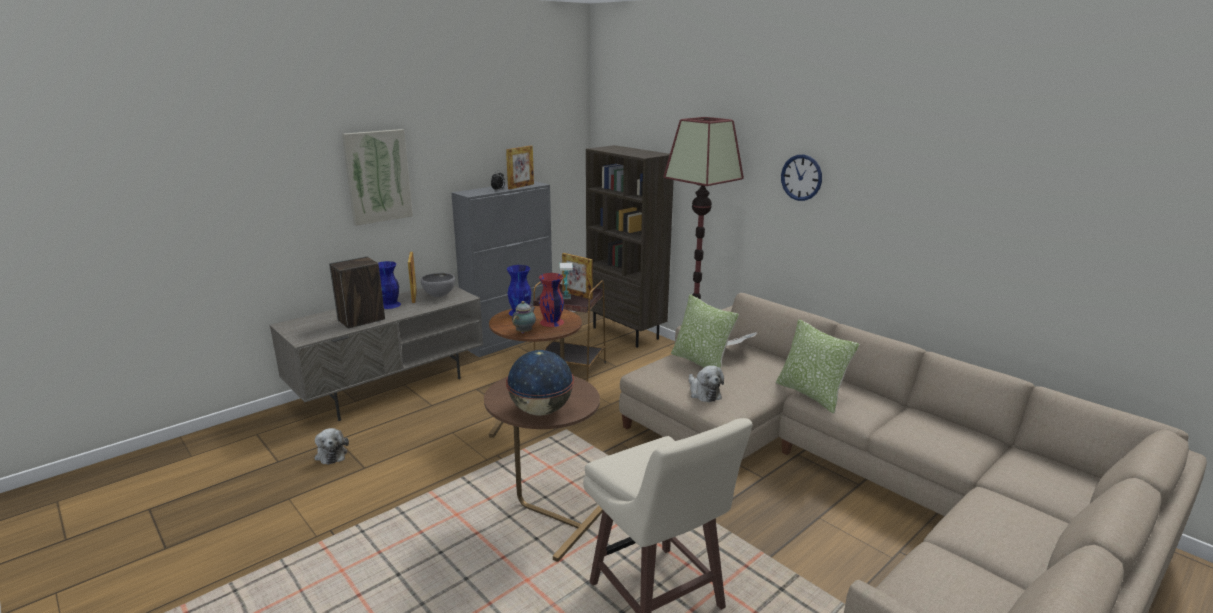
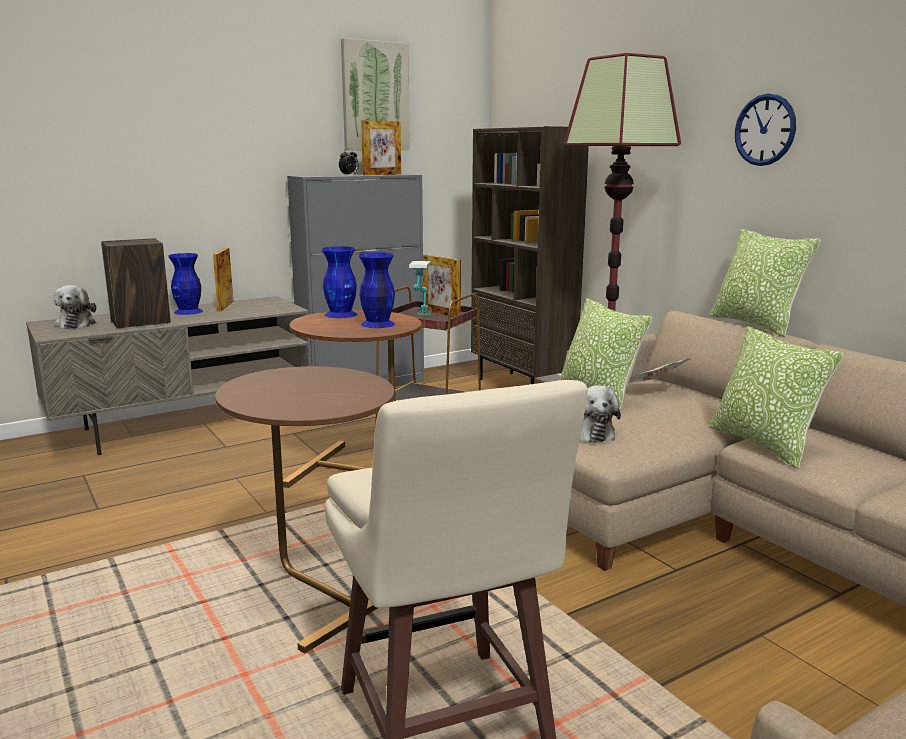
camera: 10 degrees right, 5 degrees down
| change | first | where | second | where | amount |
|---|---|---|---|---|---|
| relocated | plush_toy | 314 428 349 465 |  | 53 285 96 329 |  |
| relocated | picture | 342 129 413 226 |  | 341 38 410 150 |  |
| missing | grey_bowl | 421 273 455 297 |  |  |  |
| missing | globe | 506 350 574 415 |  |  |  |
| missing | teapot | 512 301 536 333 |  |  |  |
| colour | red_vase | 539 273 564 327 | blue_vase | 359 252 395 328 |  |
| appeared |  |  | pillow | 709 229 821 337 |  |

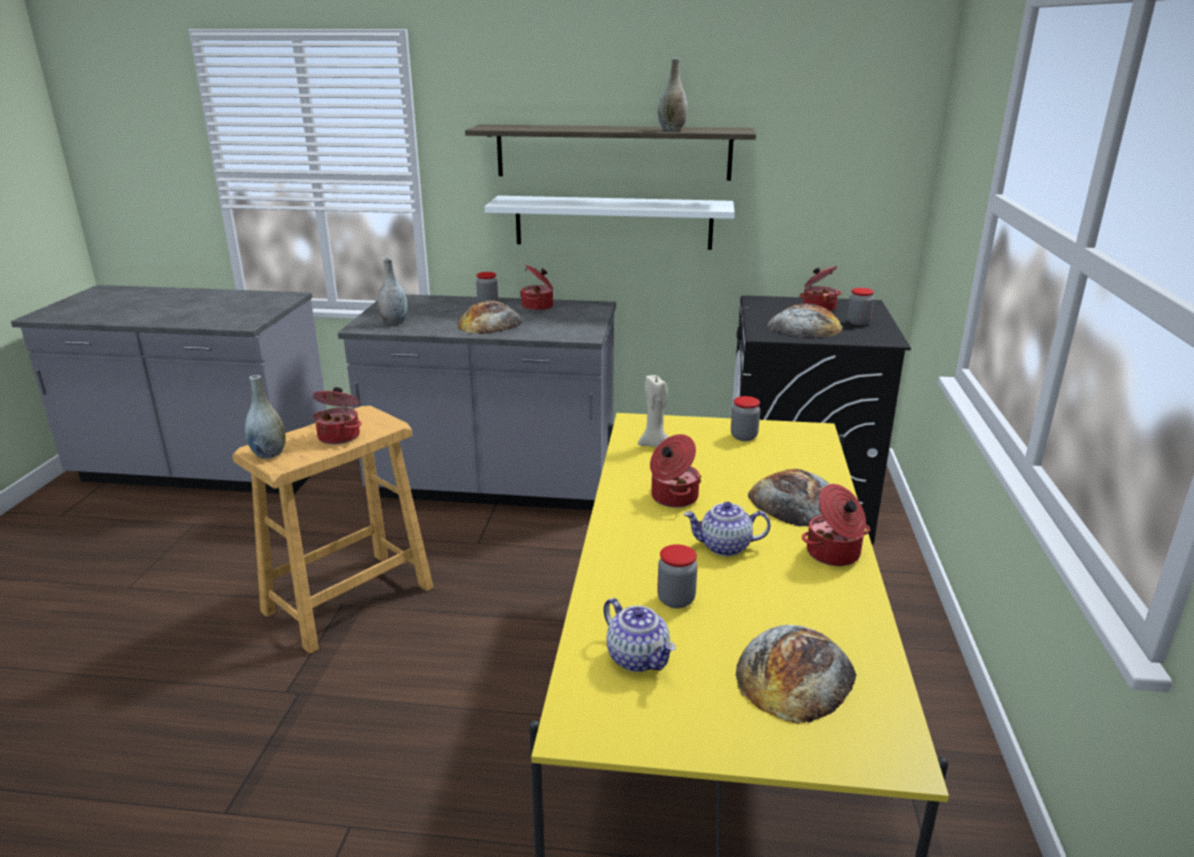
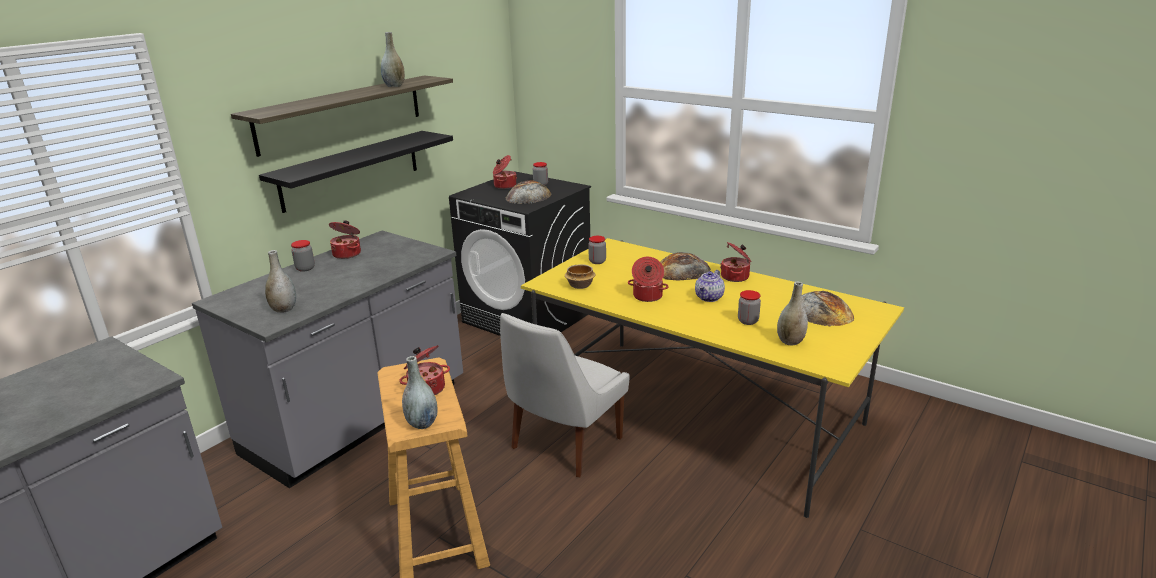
camera: 60 degrees left, 0 degrees up
| change | first | where | second | where | amount |
|---|---|---|---|---|---|
| missing | bread | 457 300 523 334 |  |  |  |
| colour | white_shelf | 485 196 735 250 | black_shelf | 259 131 453 213 |  |
| exchanged | teapot | 603 598 676 672 | grey_vase | 777 282 808 345 |  |
| exchanged | beige_candle | 638 375 669 448 | bowl | 565 264 596 289 |  |
| appeared |  |  | white_chair | 500 313 630 477 |  |

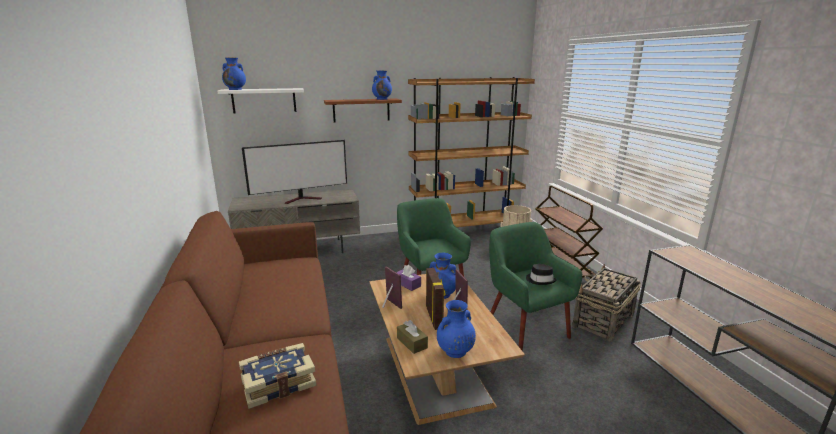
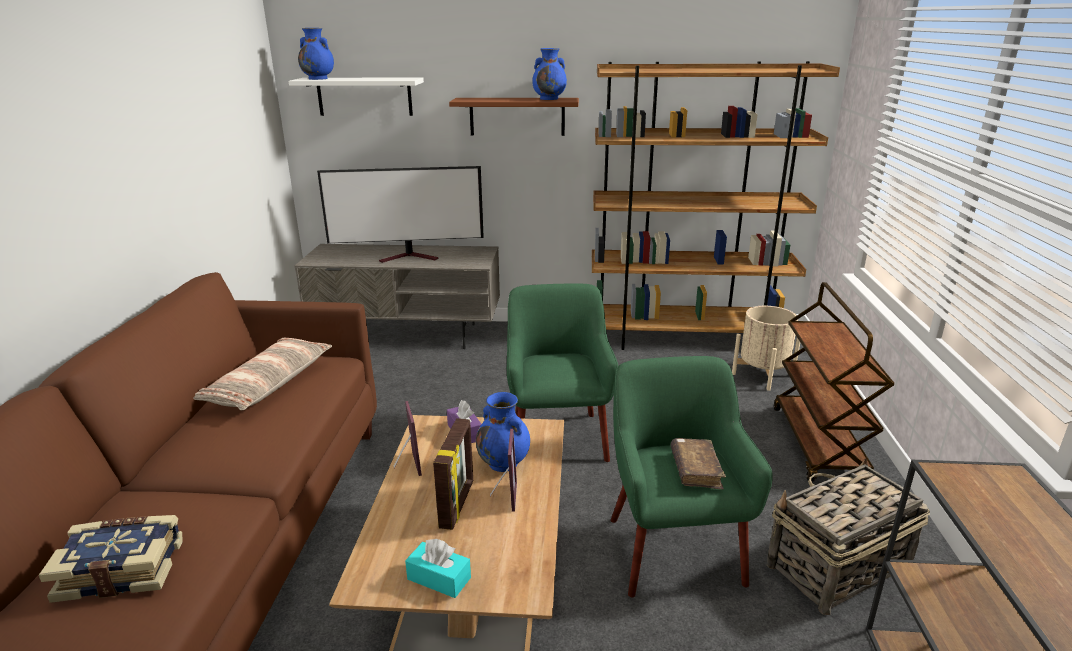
camera: 20 degrees right, 5 degrees up
| change | first | where | second | where | amount |
|---|---|---|---|---|---|
| missing | brown_tissue_box | 397 320 428 354 |  |  |  |
| exchanged | blue_vase | 437 300 476 358 | turquoise_tissue_box | 405 539 471 598 |  |
| exchanged | black_hat | 526 264 557 285 | brown_book | 671 438 726 489 |  |
| appeared |  |  | pillow | 193 338 332 410 |  |

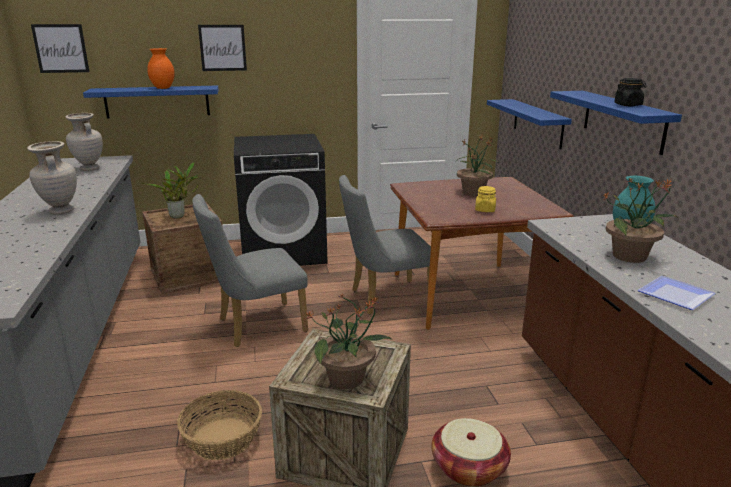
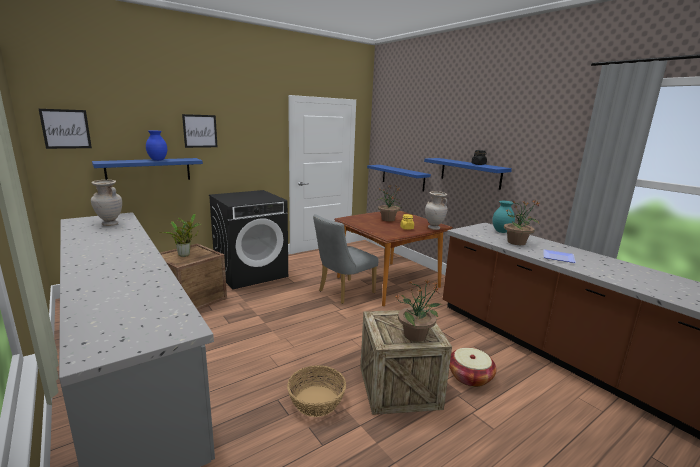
camera: 25 degrees left, 5 degrees down
| change | first | where | second | where | amount |
|---|---|---|---|---|---|
| relocated | beige_vase | 27 141 77 215 |  | 425 191 448 230 |  |
| colour | orange_vase | 147 48 175 89 | blue_vase | 146 131 167 161 |  |
| missing | grey_chair | 192 194 308 347 |  |  |  |

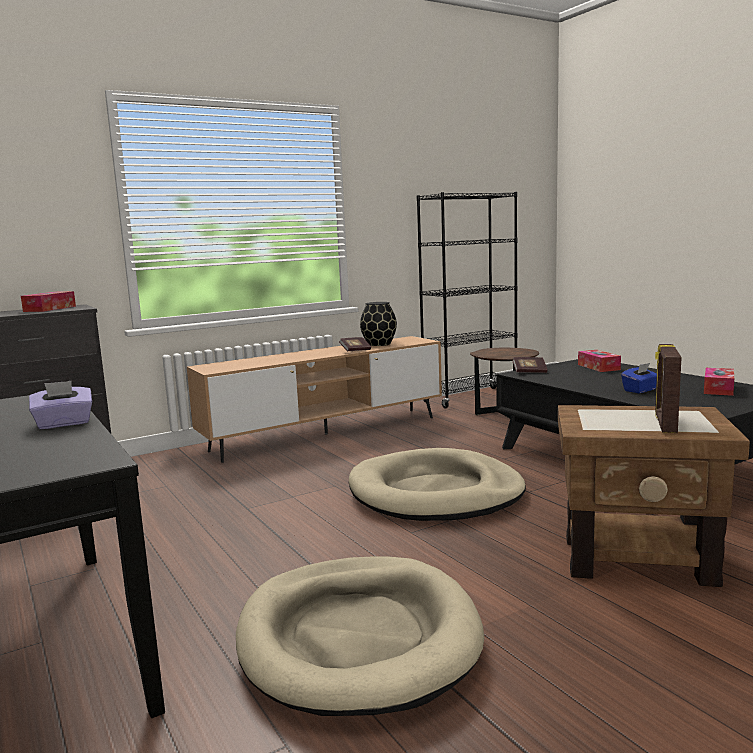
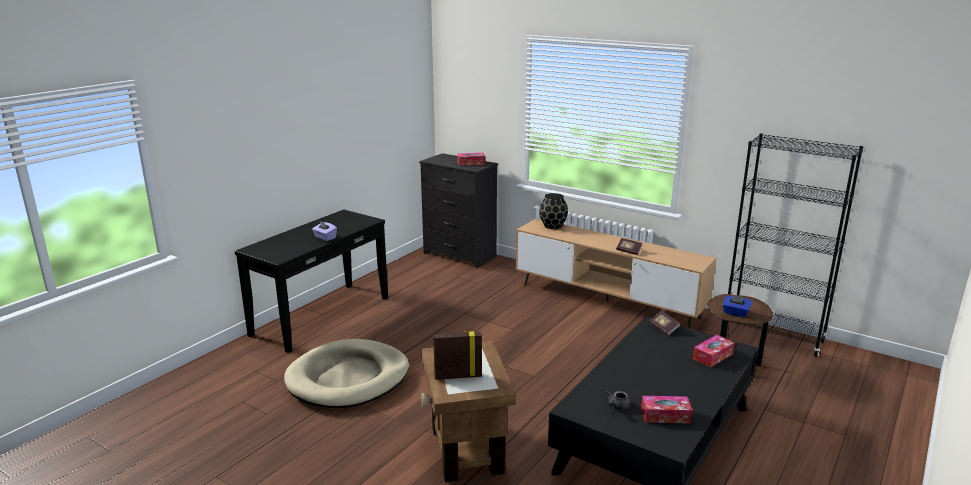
camera: 65 degrees right, 10 degrees up
| change | first | where | second | where | amount |
|---|---|---|---|---|---|
| missing | beige_dog_bed | 349 448 526 521 |  |  |  |
| relocated | black_vase | 360 302 397 346 |  | 540 193 568 229 |  |
| relocated | blue_tissue_box | 621 363 657 393 |  | 722 295 752 318 |  |
| appeared |  |  | grey_teapot | 606 391 631 410 |  |

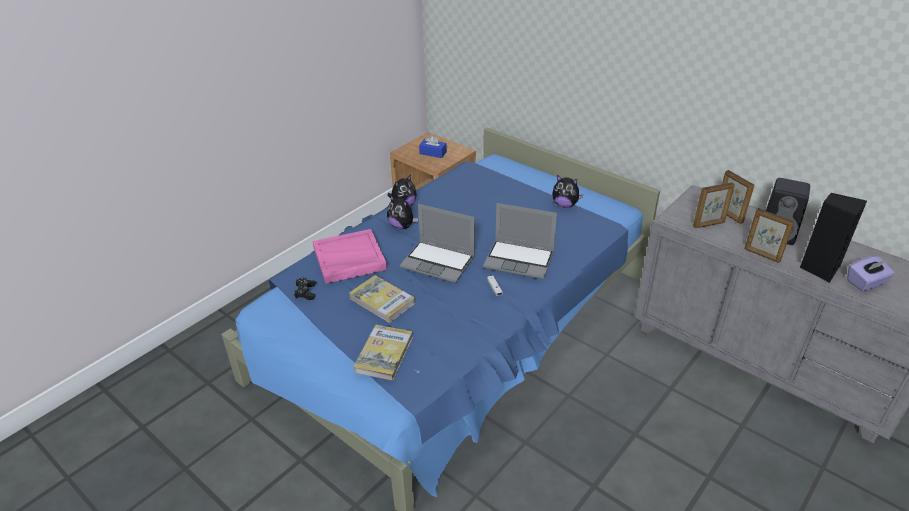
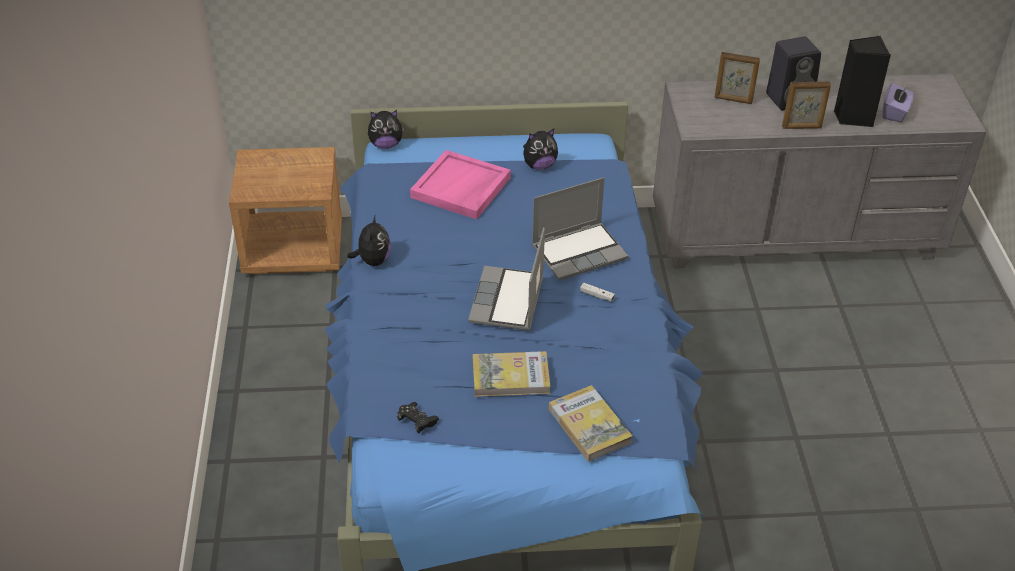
camera: 45 degrees left, 5 degrees up
| change | first | where | second | where | amount |
|---|---|---|---|---|---|
| relocated | pink_tray | 313 229 387 284 |  | 410 150 511 219 |  |
| relocated | plush_toy | 387 195 418 229 |  | 368 110 405 149 |  |
| spun | laptop | 400 204 475 283 |  | 468 227 545 331 | 120 degrees clockwise |
| missing | blue_tissue_box | 419 135 447 158 |  |  |  |
| missing | picture_frame | 693 182 735 228 |  |  |  |

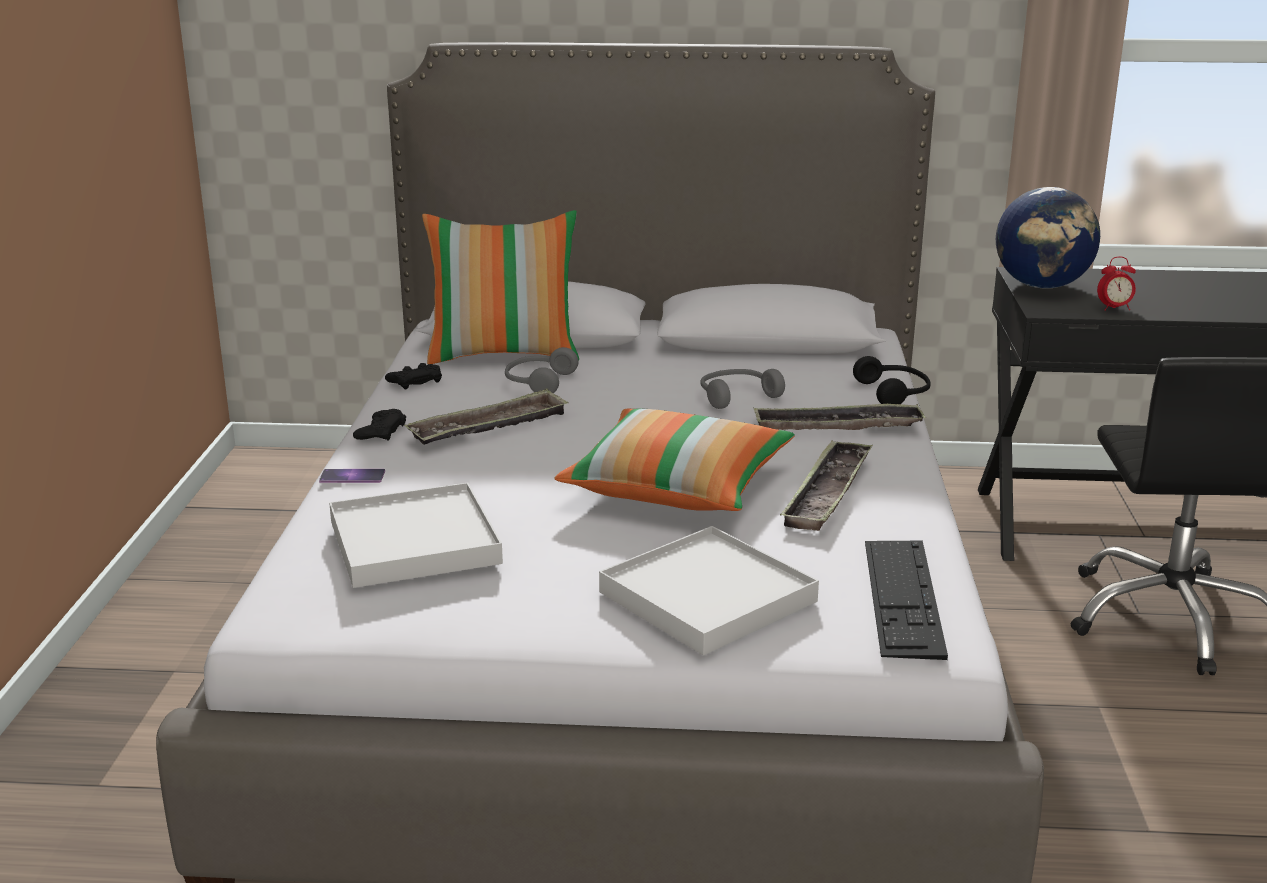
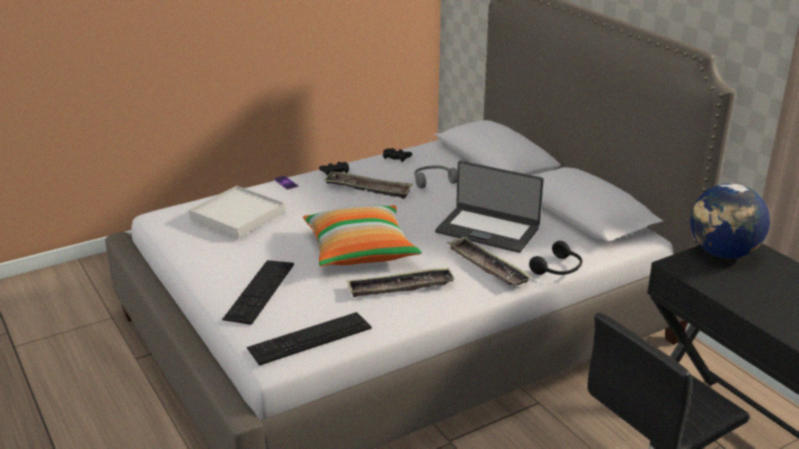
camera: 55 degrees right, 5 degrees up
| change | first | where | second | where | amount |
|---|---|---|---|---|---|
| missing | pillow | 422 210 579 364 |  |  |  |
| exchanged | white_tray | 599 526 819 656 | keyboard | 222 260 294 325 |  |
| exchanged | grey_headphones | 700 369 785 409 | laptop | 435 161 544 253 |  |
| missing | alarm_clock | 1097 257 1136 311 |  |  |  |

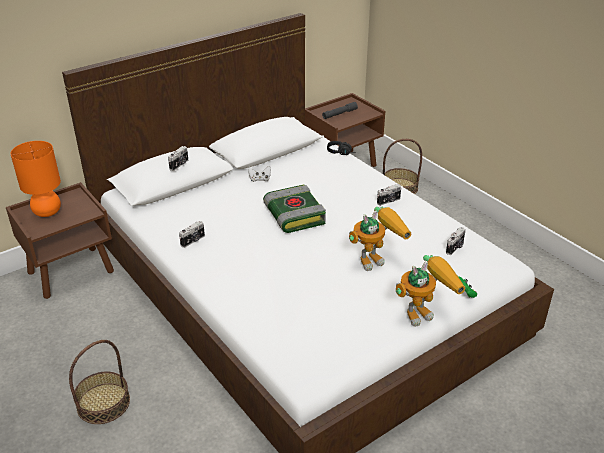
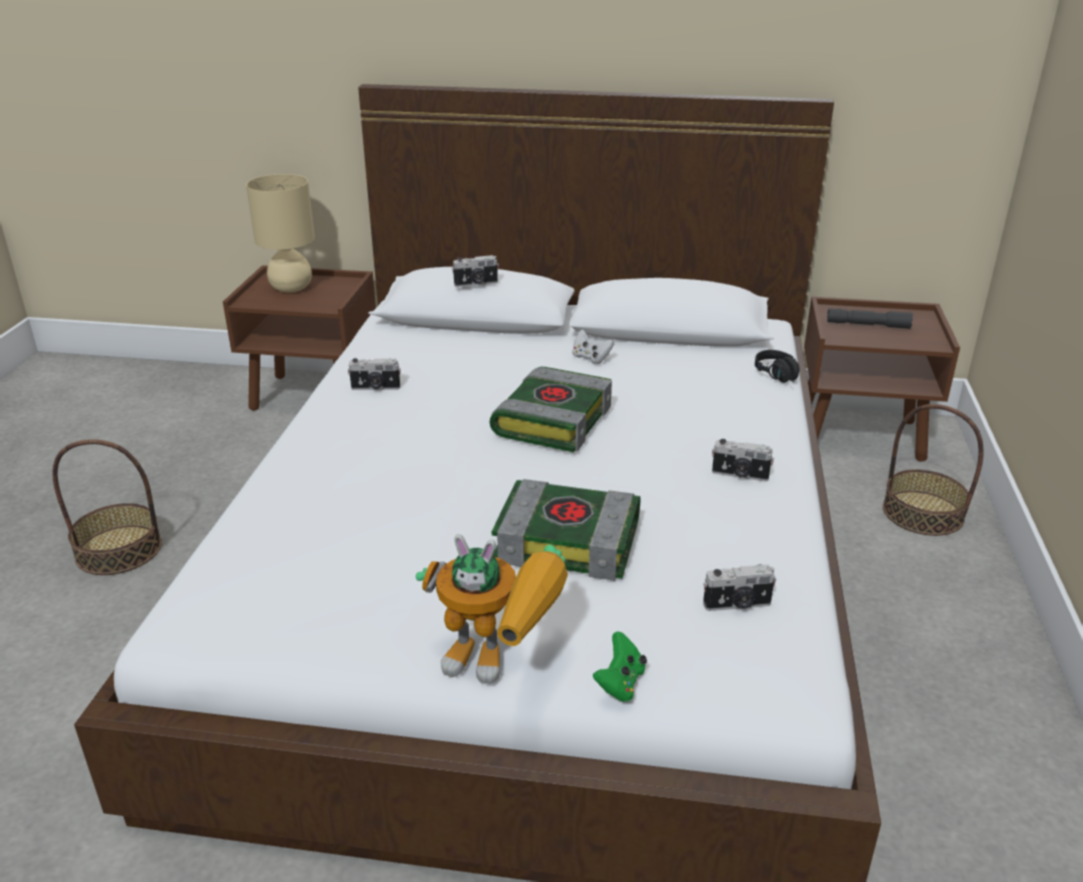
camera: 45 degrees right, 5 degrees down
| change | first | where | second | where | amount |
|---|---|---|---|---|---|
| colour | orange_table_lamp | 10 141 61 217 | beige_table_lamp | 246 174 315 292 |  |
| exchanged | toy_robot | 349 207 411 271 | book | 492 479 640 581 |  |

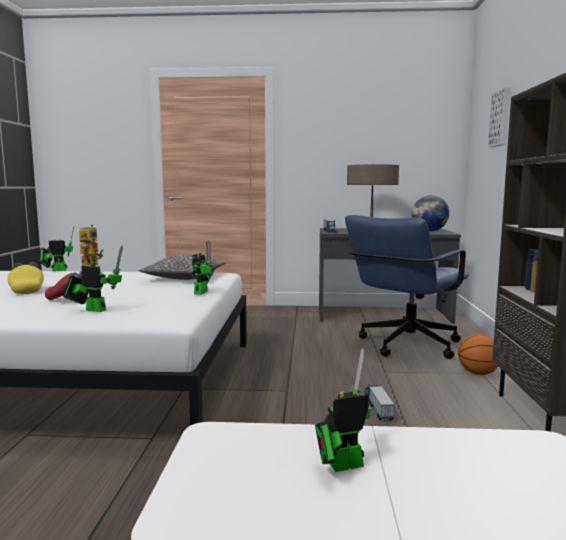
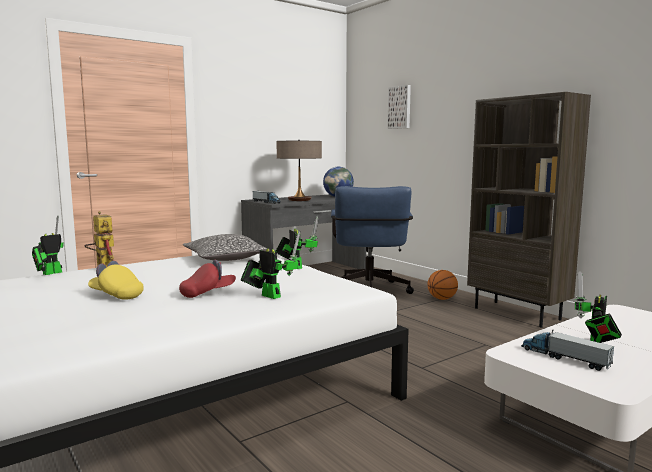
camera: 40 degrees left, 0 degrees up
| change | first | where | second | where | amount |
|---|---|---|---|---|---|
| spun | toy_robot | 63 245 123 312 |  | 241 231 300 299 | 60 degrees clockwise |
| relocated | toy_truck | 364 384 395 421 |  | 521 329 615 371 |  |

